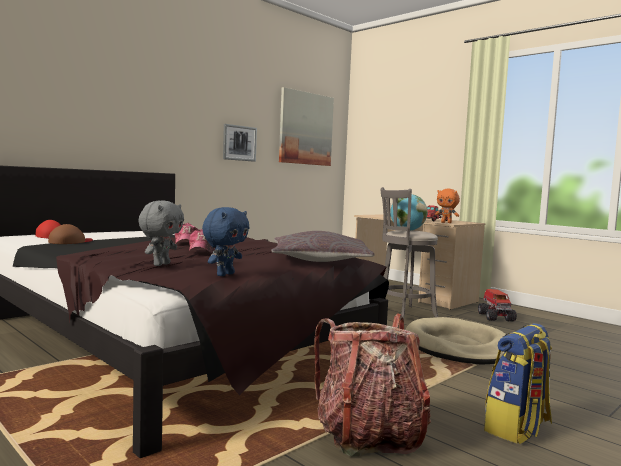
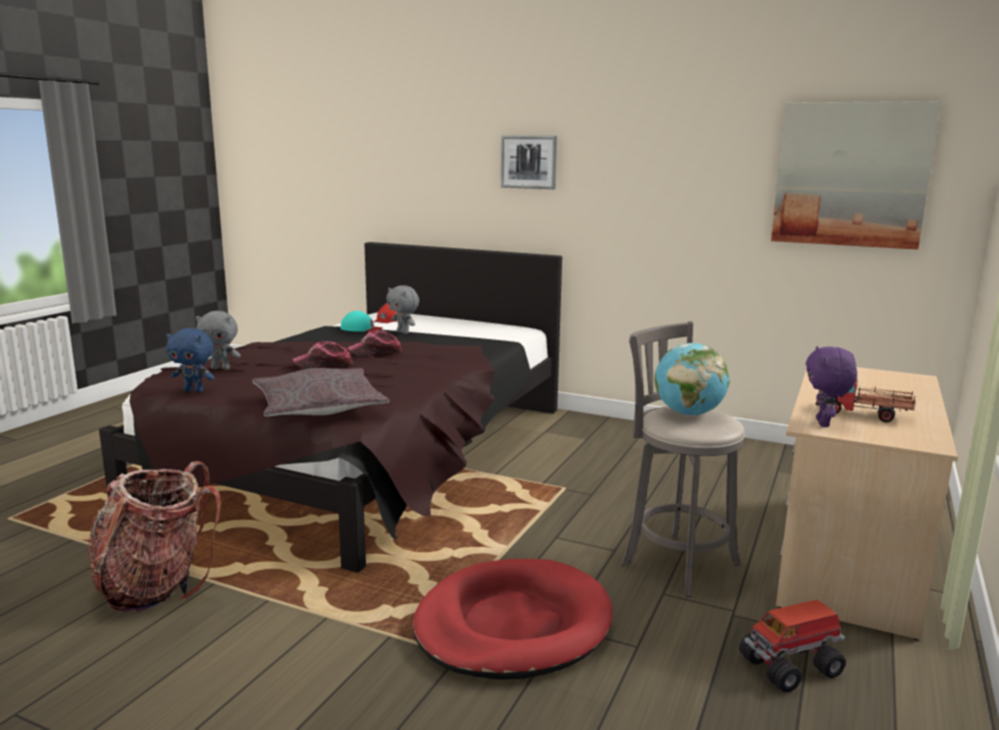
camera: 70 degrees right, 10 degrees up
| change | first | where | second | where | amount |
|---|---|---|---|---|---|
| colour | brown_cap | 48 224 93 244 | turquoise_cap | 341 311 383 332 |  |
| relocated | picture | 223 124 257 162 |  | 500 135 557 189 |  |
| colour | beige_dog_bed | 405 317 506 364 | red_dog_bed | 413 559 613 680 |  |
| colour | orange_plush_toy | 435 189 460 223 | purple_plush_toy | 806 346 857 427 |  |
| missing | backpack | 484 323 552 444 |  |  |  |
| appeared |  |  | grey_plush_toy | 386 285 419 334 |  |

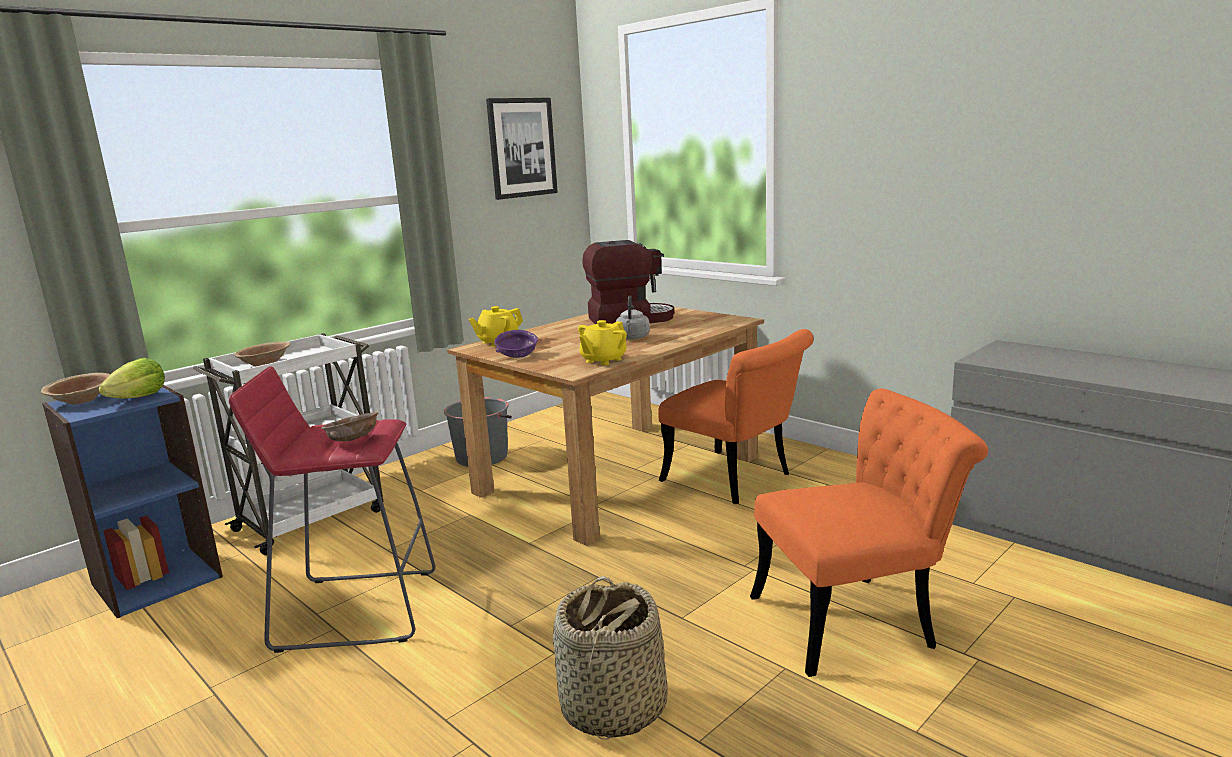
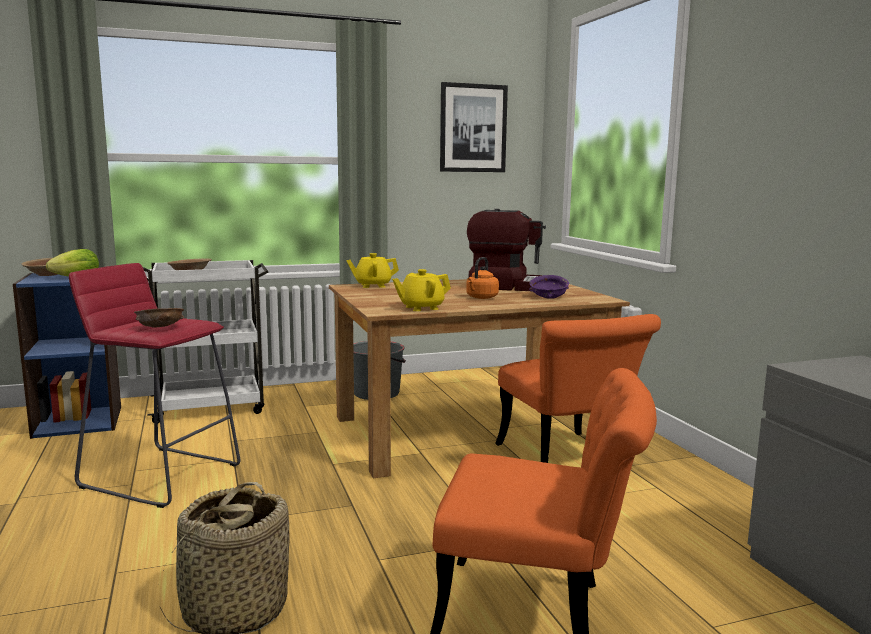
camera: 25 degrees right, 5 degrees down
| change | first | where | second | where | amount |
|---|---|---|---|---|---|
| relocated | purple_bowl | 494 330 538 358 |  | 529 275 569 299 |  |
| colour | grey_kettle | 616 296 650 339 | orange_kettle | 466 257 499 299 |  |

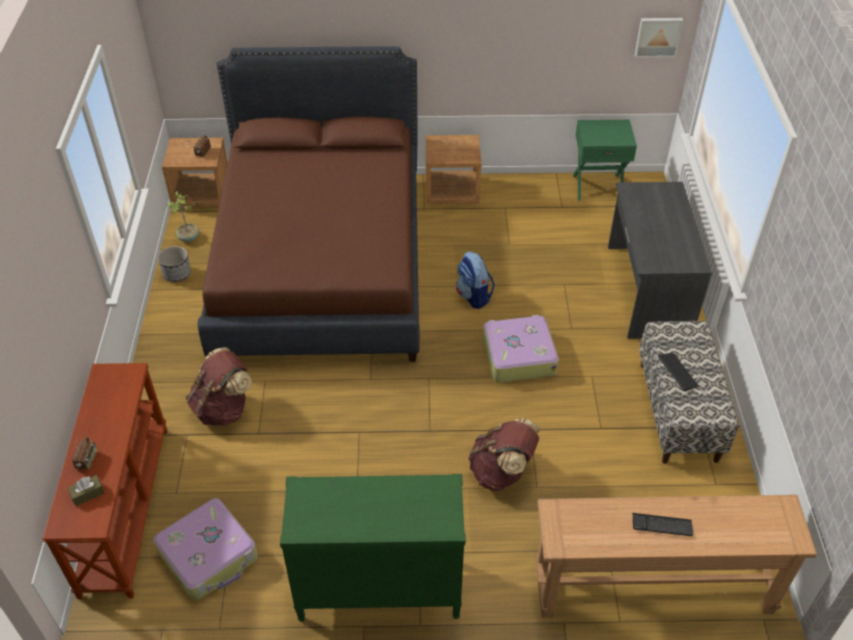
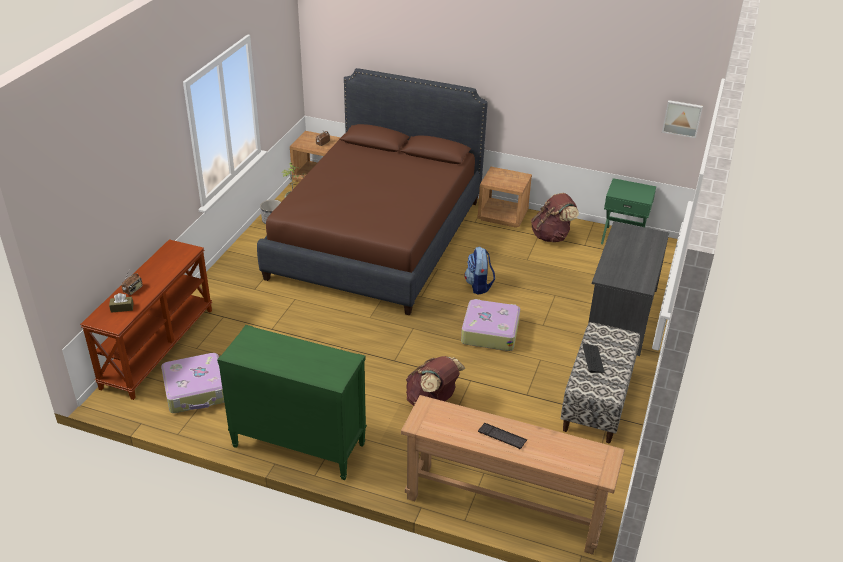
camera: 20 degrees right, 10 degrees down
| change | first | where | second | where | amount |
|---|---|---|---|---|---|
| relocated | brown_backpack | 186 347 252 427 |  | 531 193 579 242 |  |

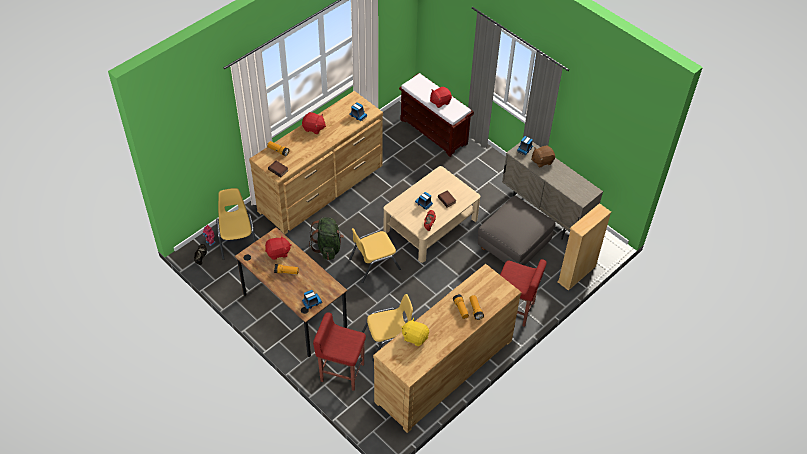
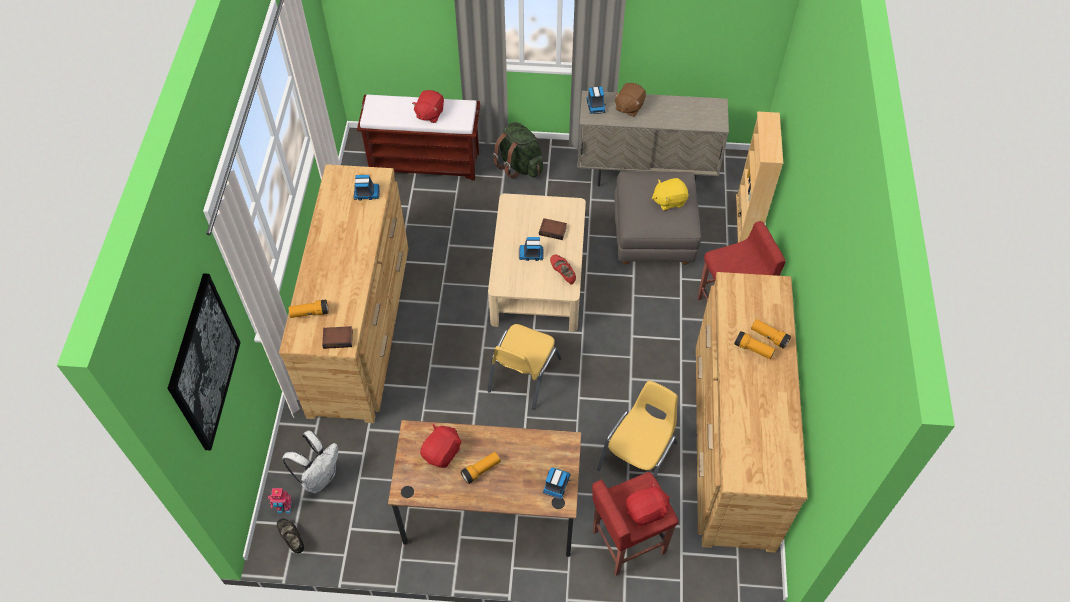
camera: 40 degrees left, 5 degrees up
| change | first | where | second | where | amount |
|---|---|---|---|---|---|
| exchanged | yellow_chair | 216 188 256 260 | white_backpack | 283 430 338 493 |  |
| relocated | red_plush_toy | 302 112 326 134 |  | 626 482 670 526 |  |
| relocated | green_backpack | 309 217 344 260 |  | 493 122 543 179 |  |
| relocated | yellow_plush_toy | 401 318 429 346 |  | 652 178 688 211 |  |
| appeared |  |  | picture | 167 273 241 451 |  |

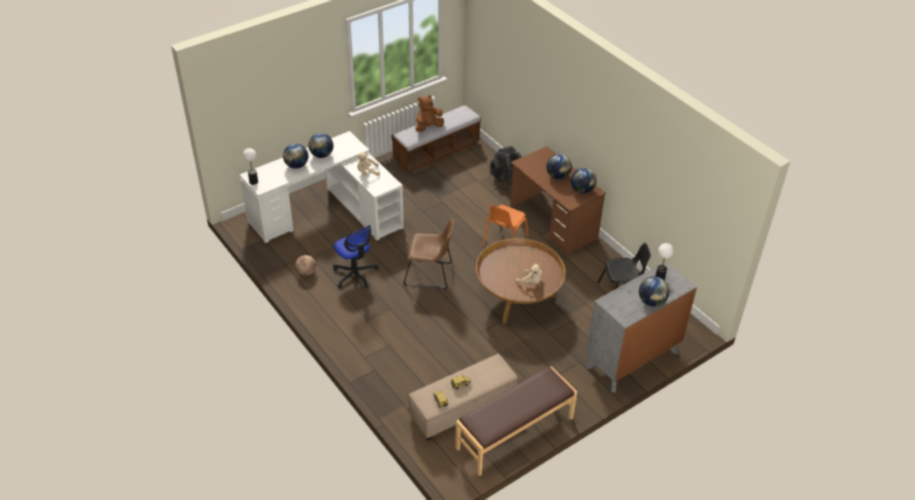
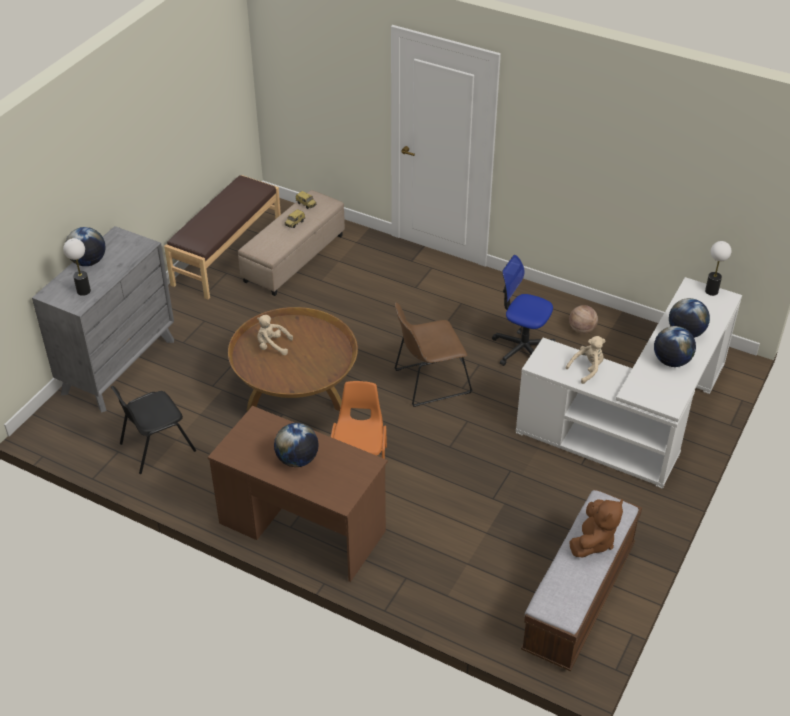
camera: 155 degrees right, 0 degrees up
| change | first | where | second | where | amount |
|---|---|---|---|---|---|
| missing | black_backpack | 490 146 522 190 |  |  |  |
| missing | globe | 571 168 597 194 |  |  |  |

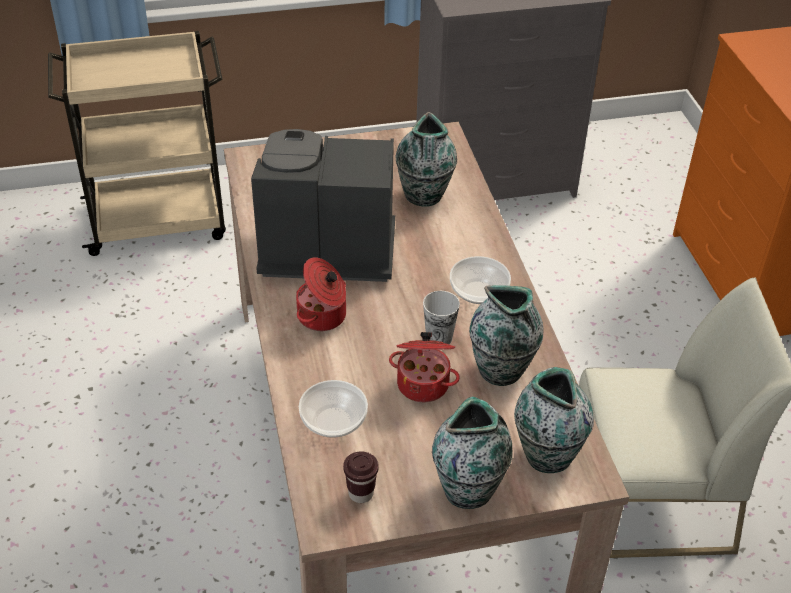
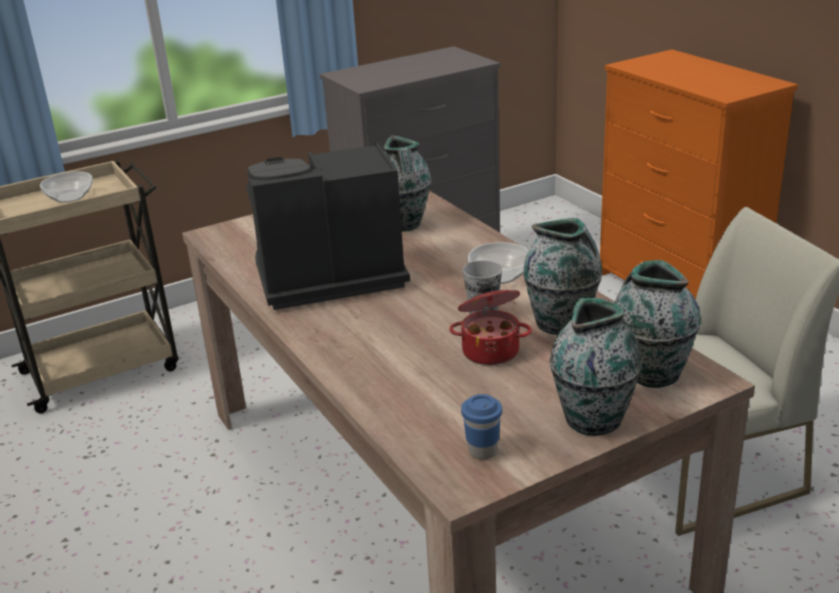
camera: 15 degrees left, 15 degrees down
| change | first | where | second | where | amount |
|---|---|---|---|---|---|
| missing | cooking_pot | 296 257 346 331 |  |  |  |
| relocated | bowl | 299 380 368 438 |  | 40 171 93 203 |  |
| colour | brown_cup | 343 451 379 503 | blue_cup | 461 394 502 459 |  |

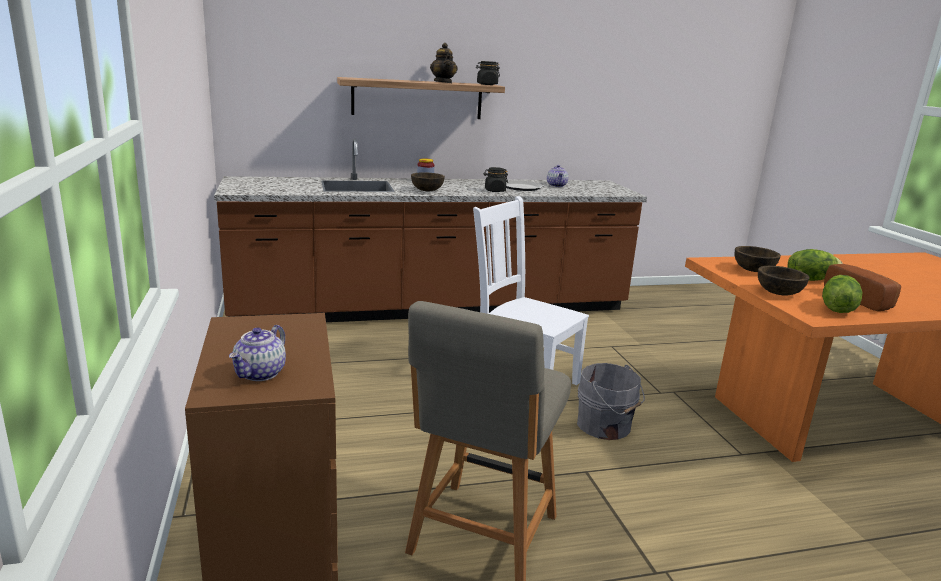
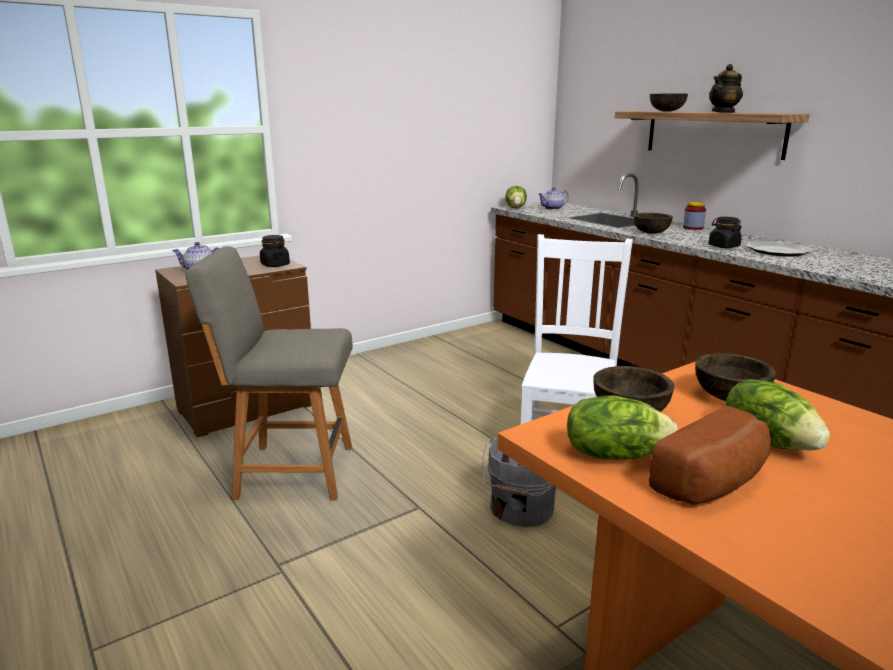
camera: 70 degrees right, 0 degrees up
| change | first | where | second | where | amount |
|---|---|---|---|---|---|
| relocated | black_jar | 476 61 500 85 |  | 260 235 290 267 |  |
| relocated | teapot | 547 165 568 187 |  | 539 187 569 210 |  |
| appeared |  |  | lettuce | 505 186 527 208 |  |
| appeared |  |  | brown_bowl | 650 94 688 112 |  |

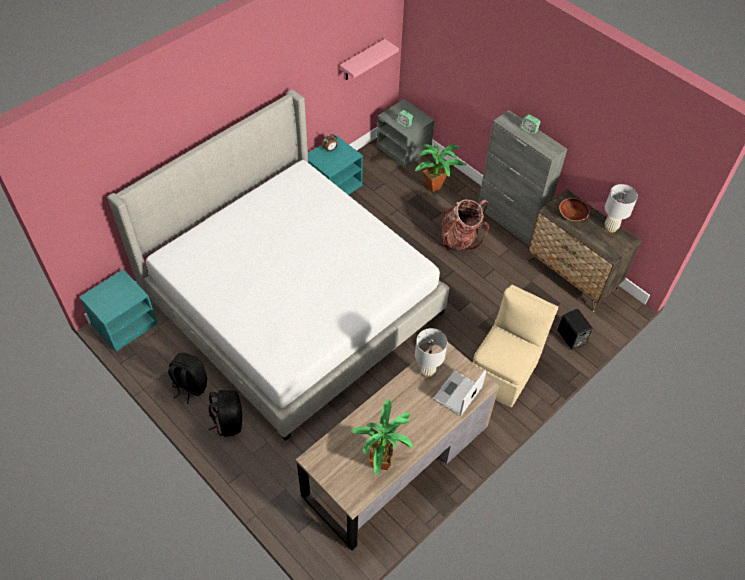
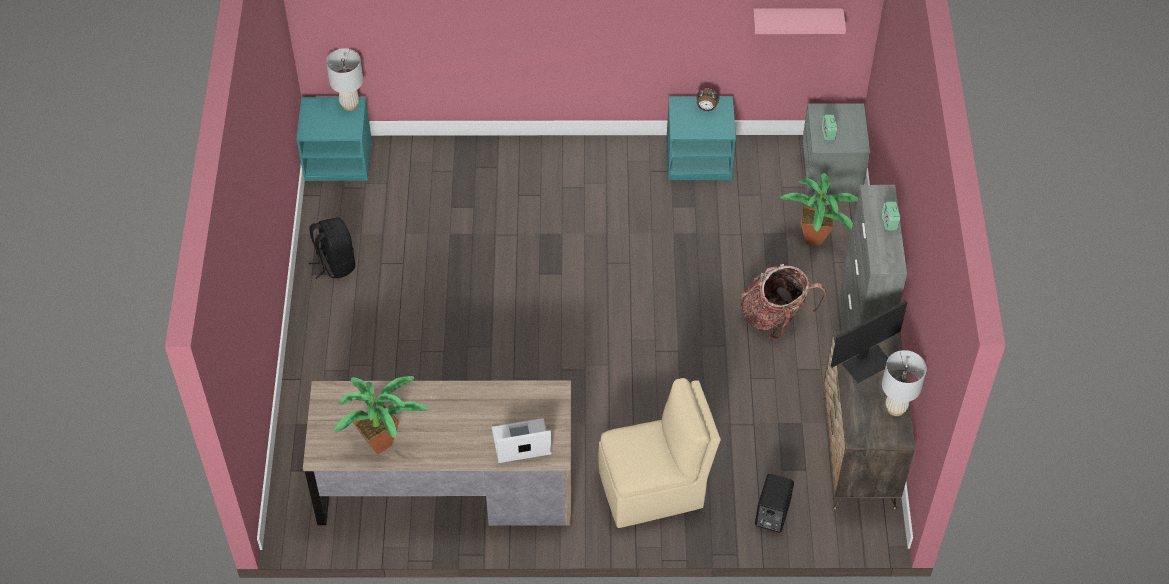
camera: 45 degrees right, 0 degrees up
| change | first | where | second | where | amount |
|---|---|---|---|---|---|
| missing | bed | 107 89 449 441 |  |  |  |
| missing | black_backpack | 208 390 242 437 |  |  |  |
| relocated | white_table_lamp | 415 328 447 378 |  | 326 48 363 111 |  |
| exchanged | brown_bowl | 559 198 590 221 | monitor | 831 301 908 383 |  |

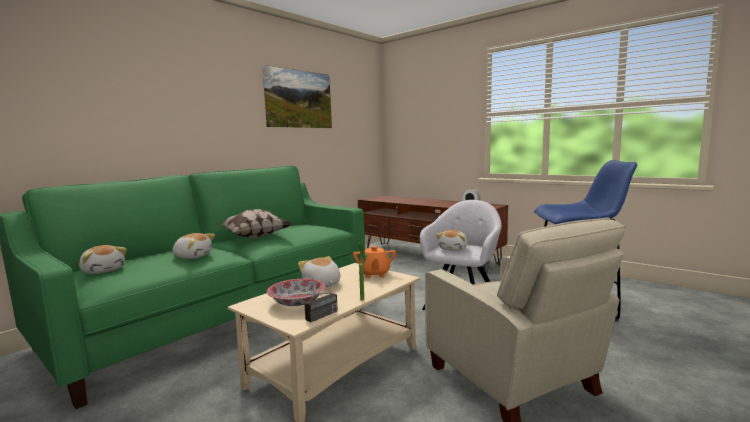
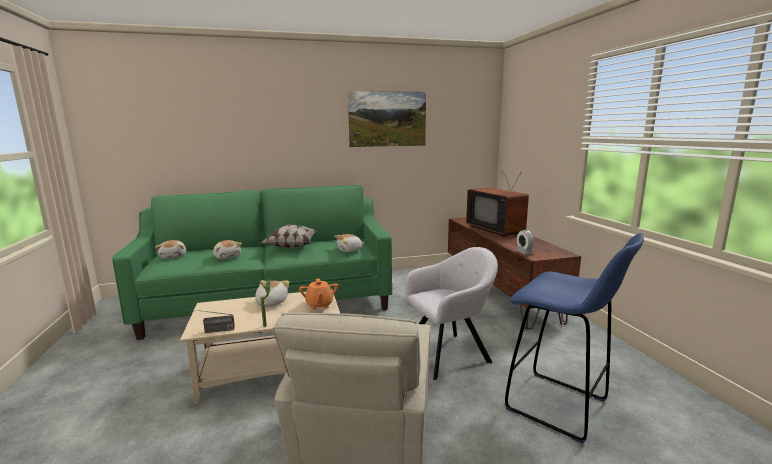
camera: 35 degrees right, 5 degrees up
| change | first | where | second | where | amount |
|---|---|---|---|---|---|
| missing | bowl | 267 279 325 306 |  |  |  |
| spun | orange_teapot | 353 246 396 278 |  | 299 278 338 310 | 45 degrees counterclockwise |
| relocated | plush_toy | 436 230 468 251 |  | 334 234 363 252 |  |
| appeared |  |  | television | 466 171 529 236 |  |

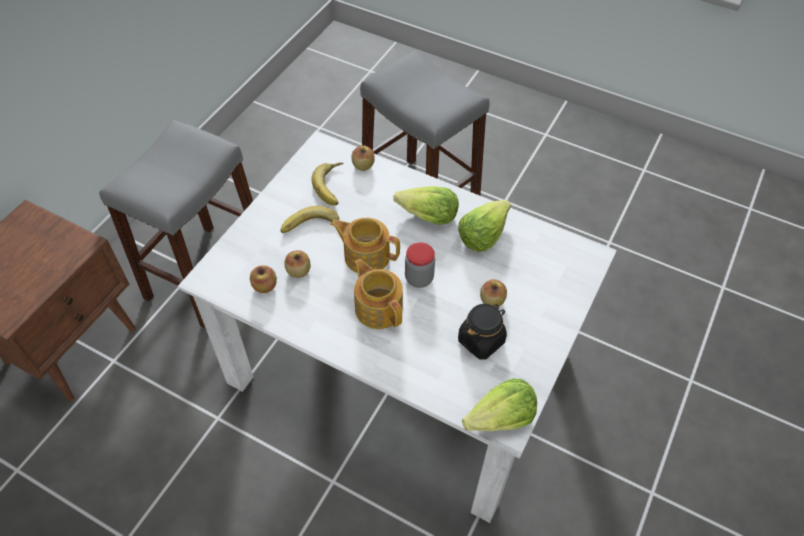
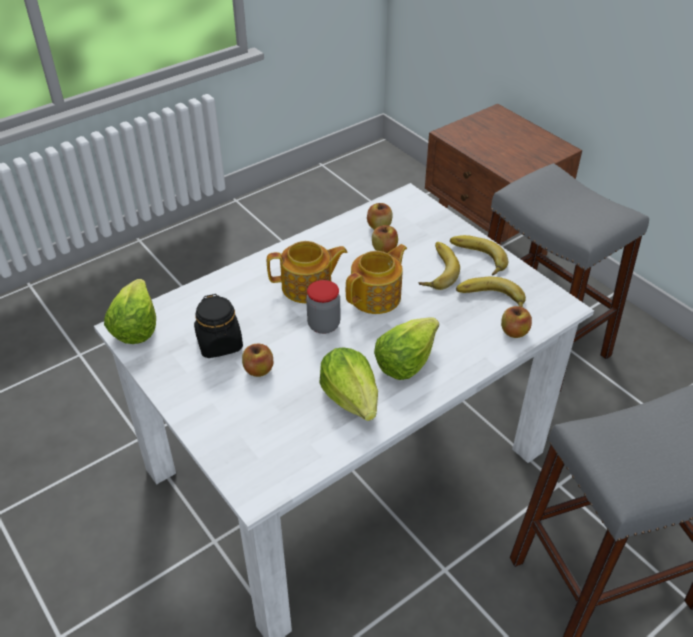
camera: 115 degrees right, 10 degrees down
| change | first | where | second | where | amount |
|---|---|---|---|---|---|
| appeared |  |  | banana | 450 235 508 276 |  |

